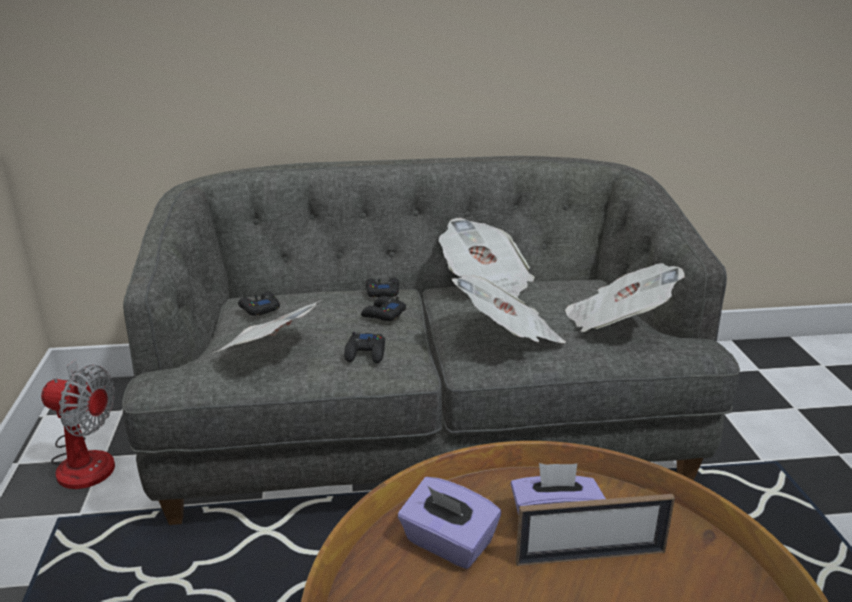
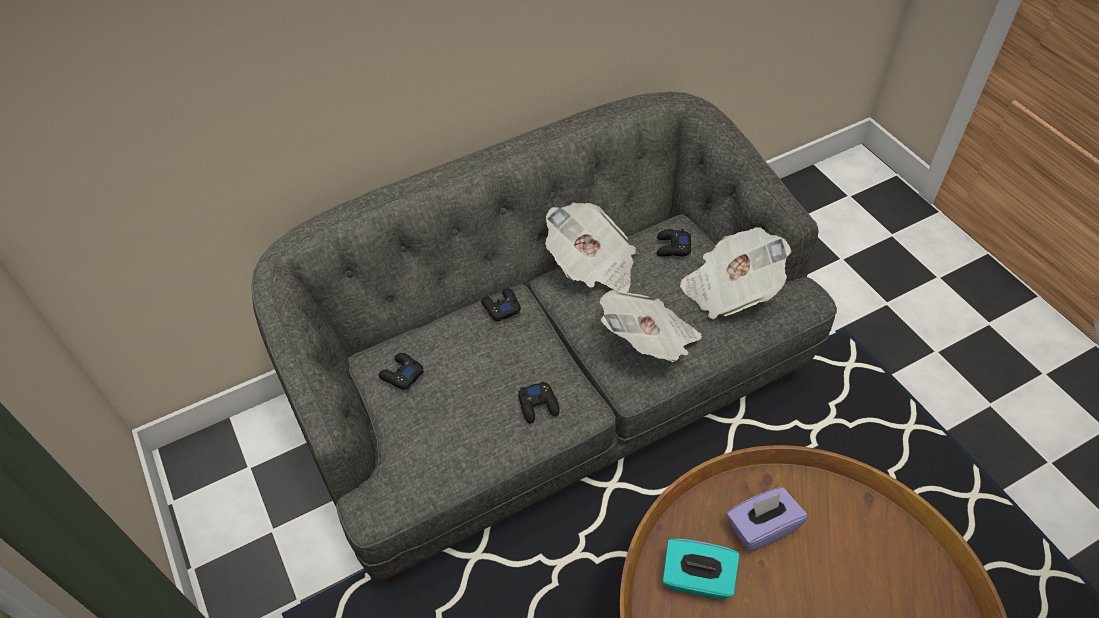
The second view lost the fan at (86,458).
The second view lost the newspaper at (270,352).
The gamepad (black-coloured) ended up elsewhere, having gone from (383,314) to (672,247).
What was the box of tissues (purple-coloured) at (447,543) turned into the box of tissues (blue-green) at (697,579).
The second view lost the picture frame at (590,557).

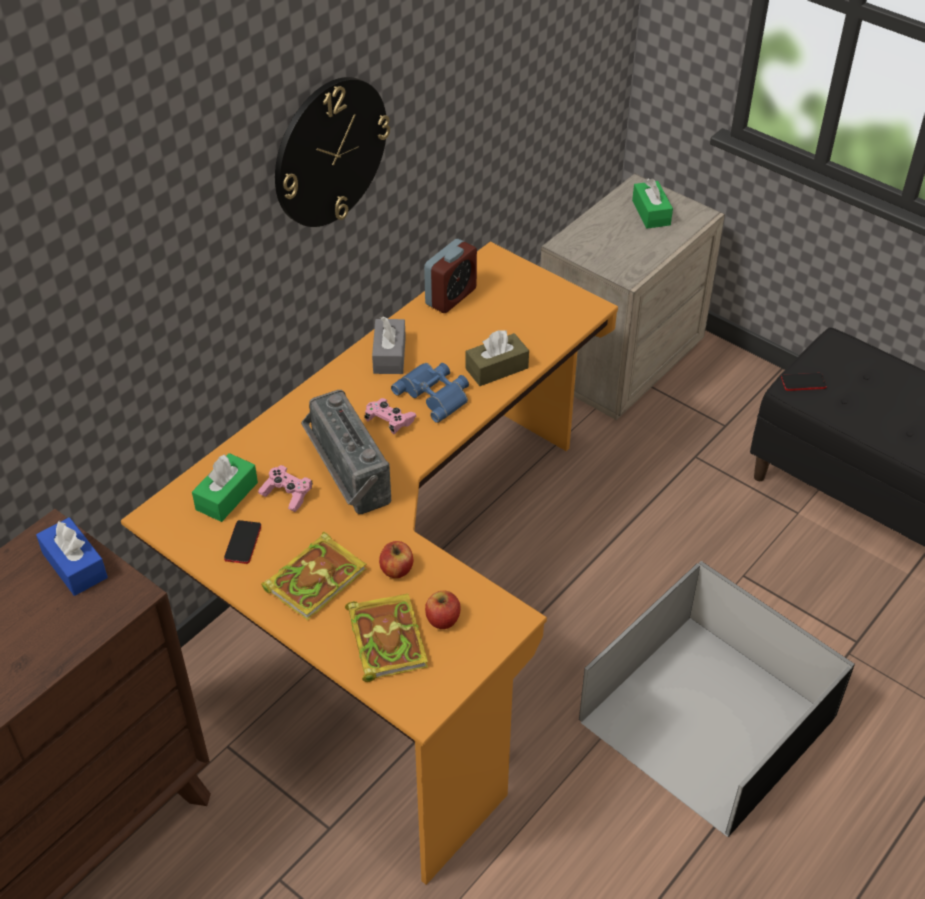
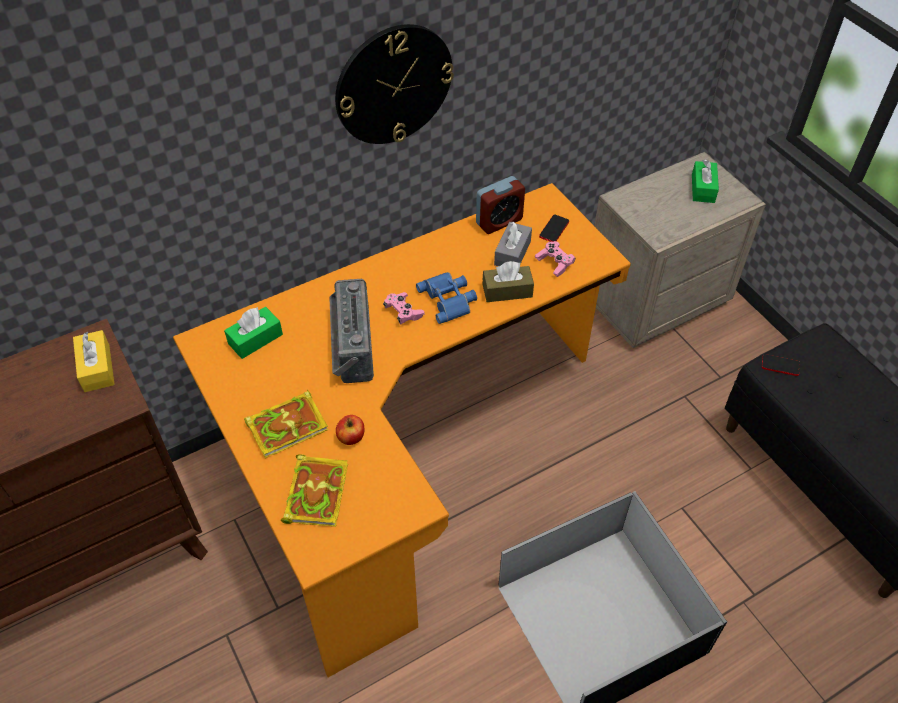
What was the box of tissues (blue) at (75,565) turned into the box of tissues (yellow-coloured) at (97,368).
The handset ended up elsewhere, having gone from (243,543) to (554,229).
The gamepad (pink-coloured) ended up elsewhere, having gone from (287,494) to (555,263).
The box of tissues (gray) ended up elsewhere, having gone from (389,355) to (512,253).
The second view lost the apple at (442,619).

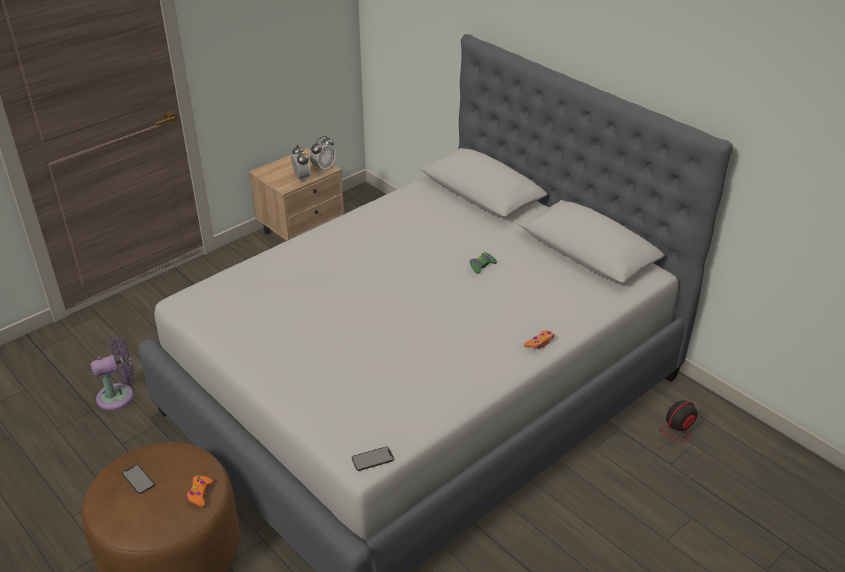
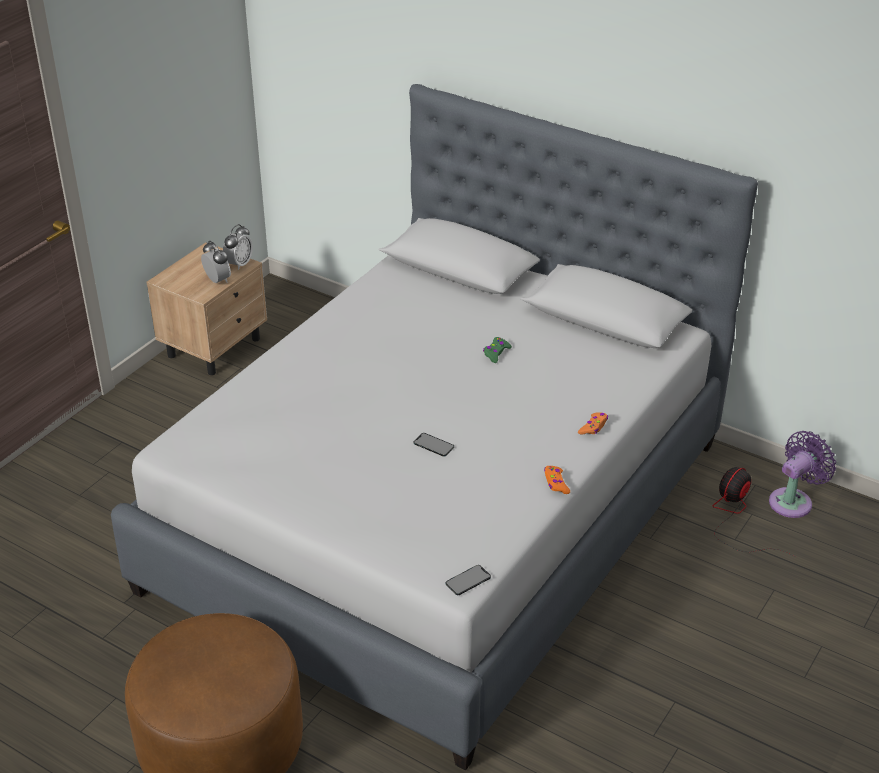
The fan (purple-coloured) ended up elsewhere, having gone from (119,396) to (793,501).
The handset ended up elsewhere, having gone from (138,479) to (433,445).
The gamepad (orangey) ended up elsewhere, having gone from (199,493) to (556,483).

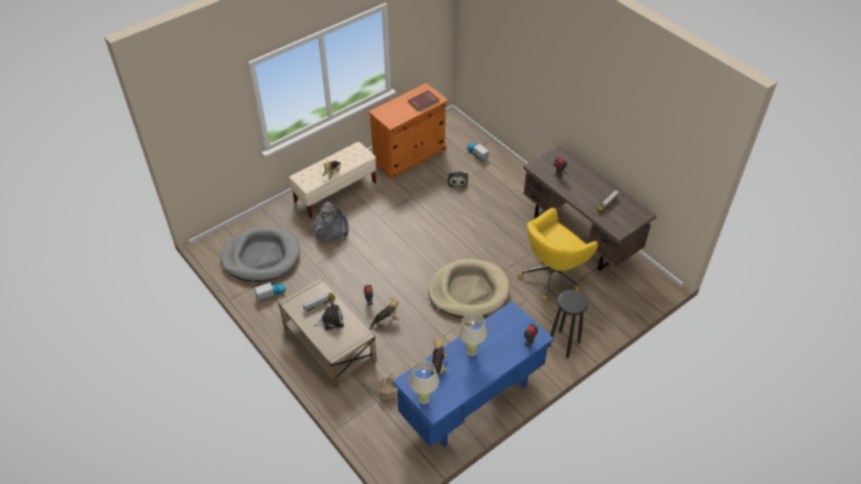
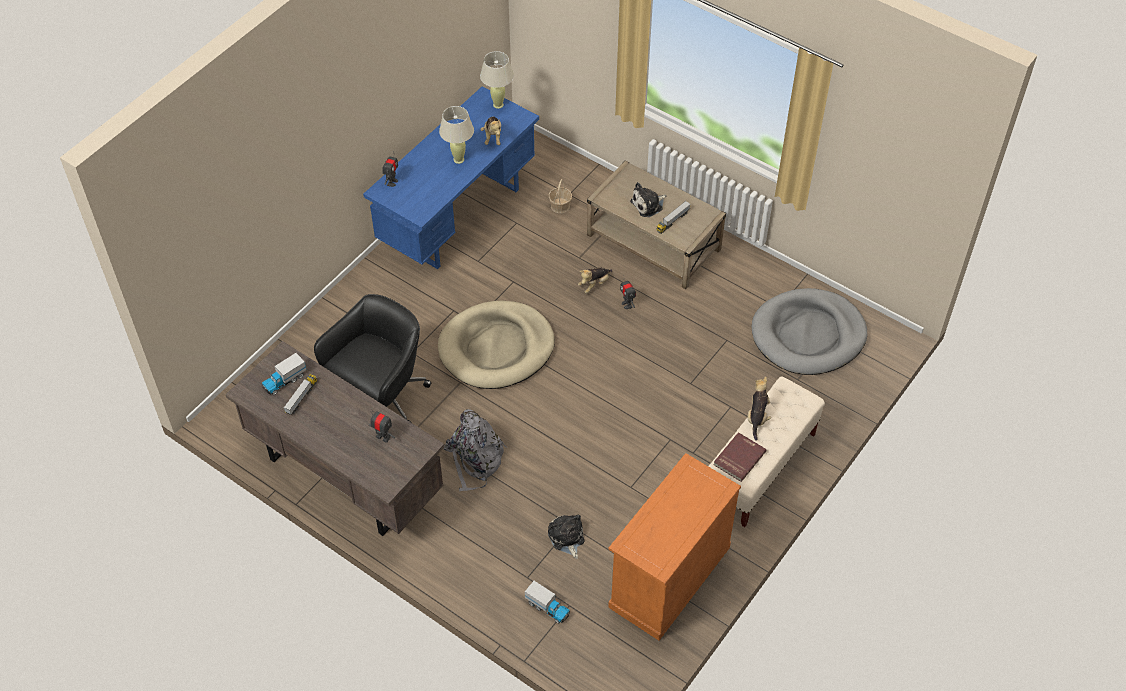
The toy truck ended up elsewhere, having gone from (271,294) to (284,381).
The rucksack (gray) ended up elsewhere, having gone from (332,229) to (475,460).
The bound book (reddish) ended up elsewhere, having gone from (424,102) to (738,458).
What was the computer chair (yellow-coloured) at (552,275) turned into the computer chair (black-coloured) at (381,398).
The second view lost the sitting stool (black-coloured) at (564,343).

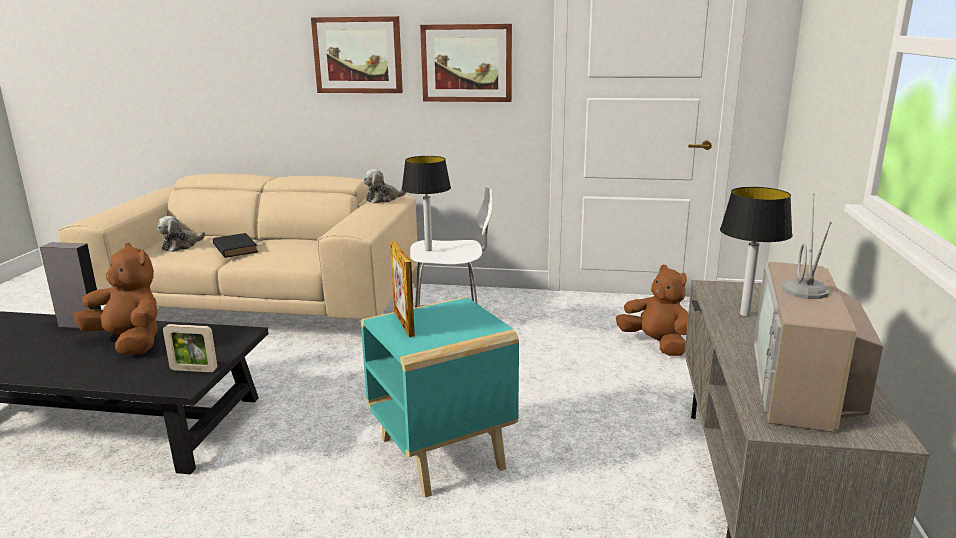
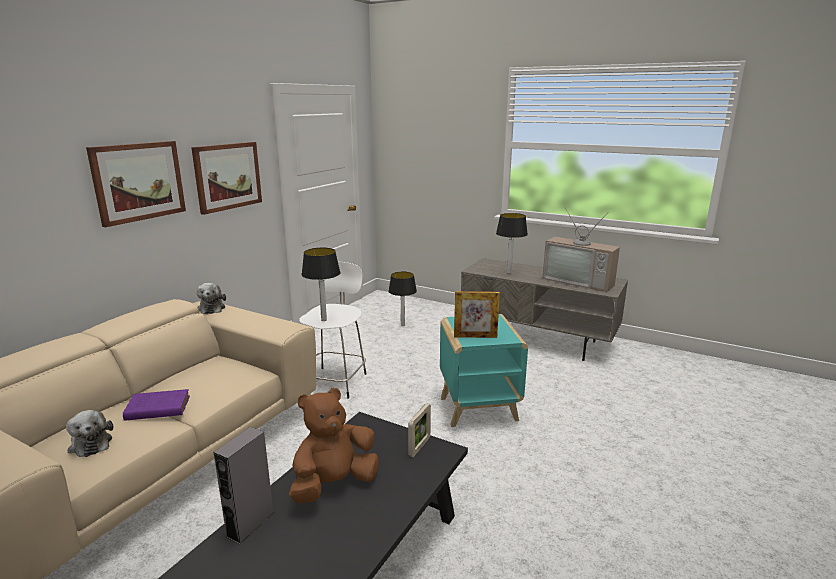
What was the bound book (black-coloured) at (235,248) turned into the bound book (purple-coloured) at (156,408).
Where the soft toy (brown) stood at (656,344), the table lamp came to stand at (403,325).

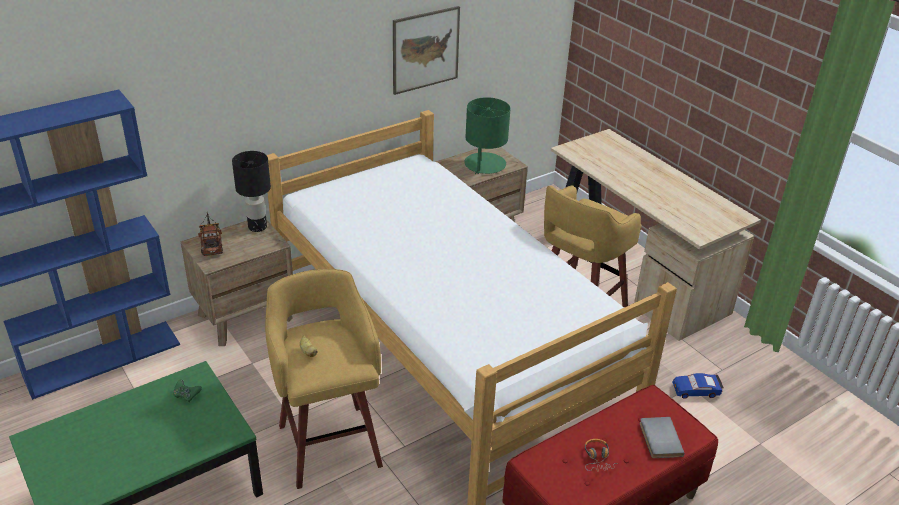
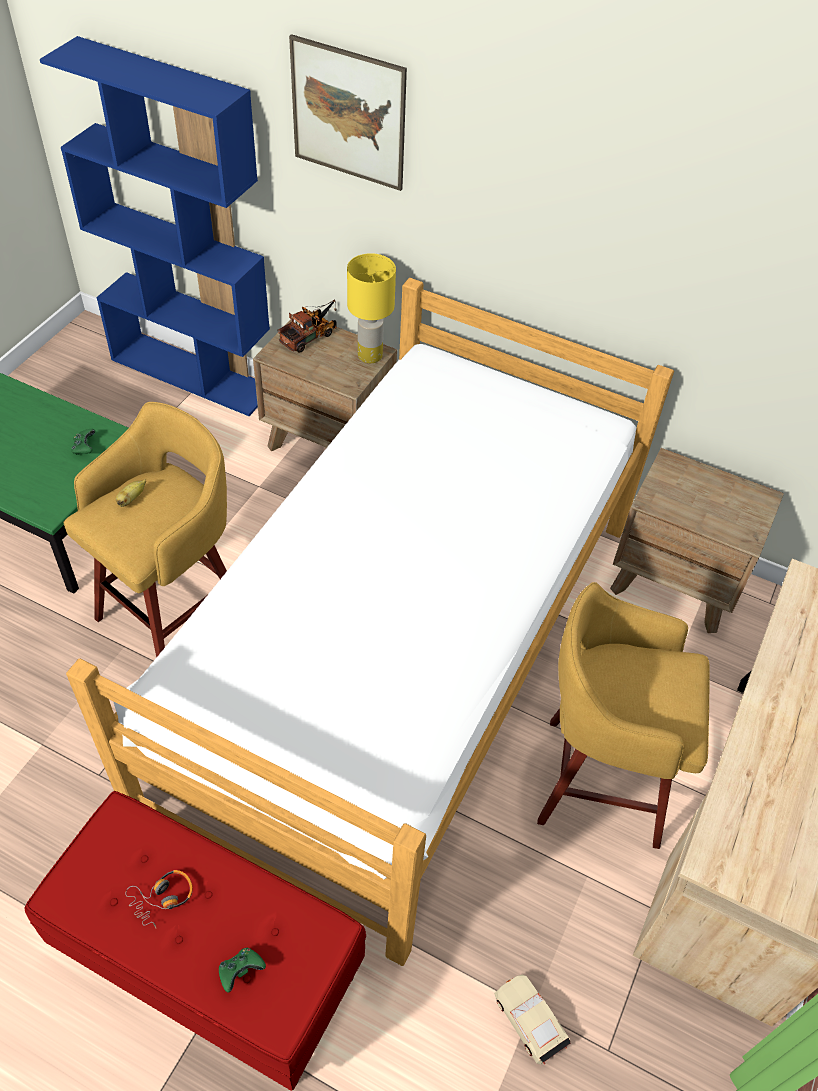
What was the table lamp (black-coloured) at (257,227) turned into the table lamp (yellow-coloured) at (369,355).
The wall picture ended up elsewhere, having gone from (425,50) to (348,114).
The second view lost the table lamp (green-coloured) at (484,164).
Where the bound book (gray) stood at (659,439), the gamepad (green-coloured) came to stand at (241,971).
What was the toy car (blue) at (696,390) turned into the toy car (sand-coloured) at (530,1020).

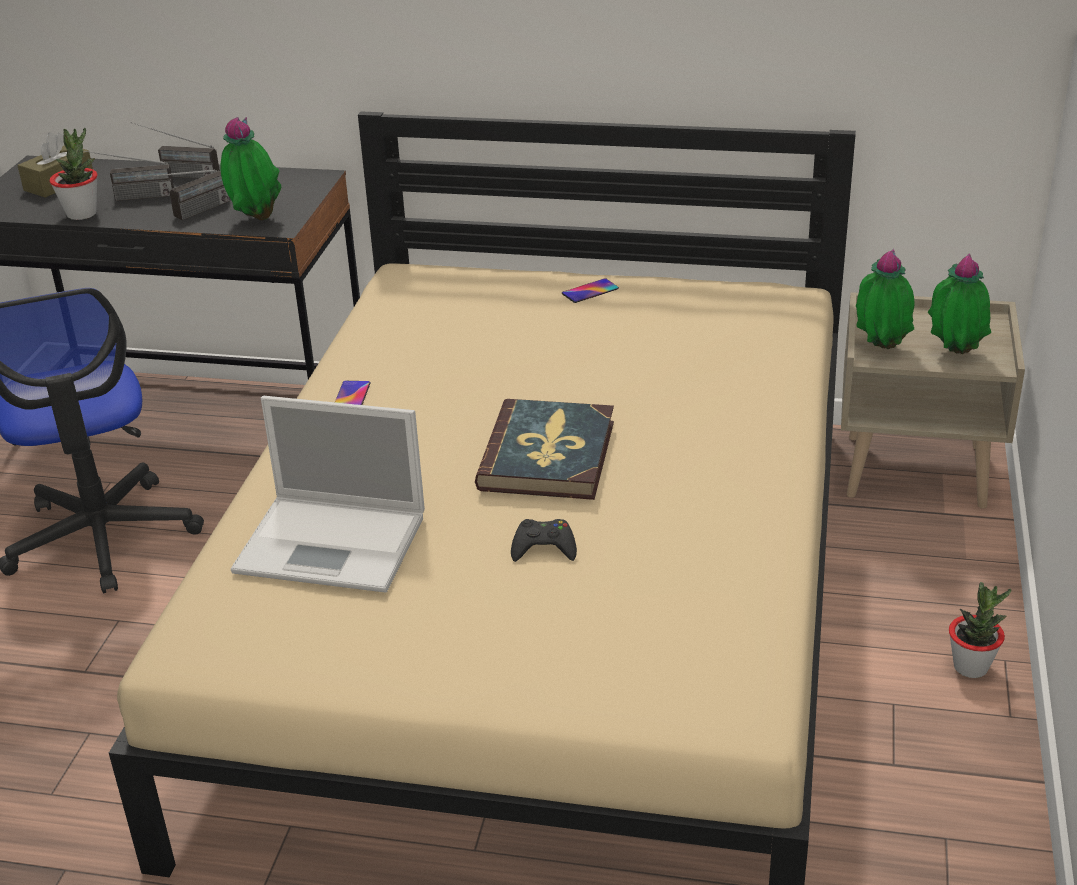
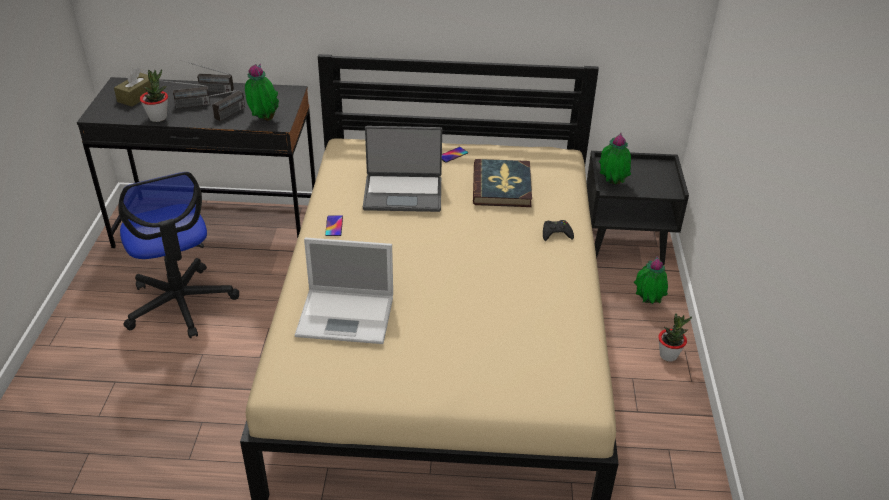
The bound book ended up elsewhere, having gone from (548,455) to (502,186).
The gamepad (black-coloured) ended up elsewhere, having gone from (544,547) to (556,233).
What was the bedside table (sand-coloured) at (917,470) turned into the bedside table (black-coloured) at (625,244).
The potted plant ended up elsewhere, having gone from (953,354) to (647,303).
The second view gained the laptop at (403,193).

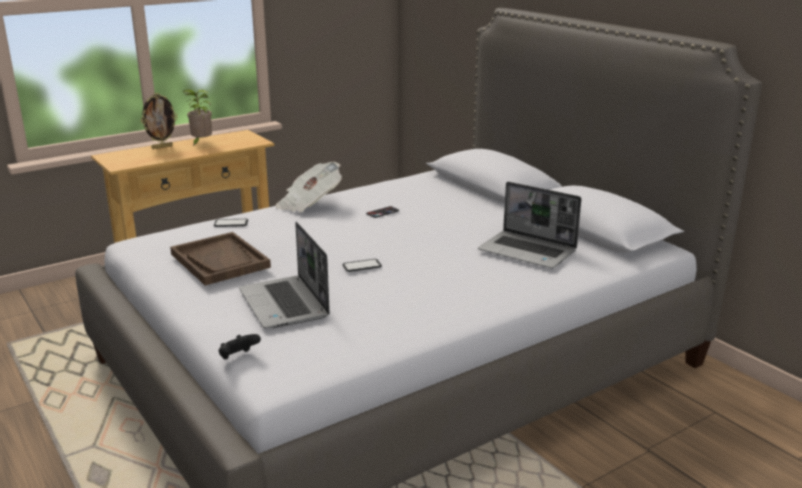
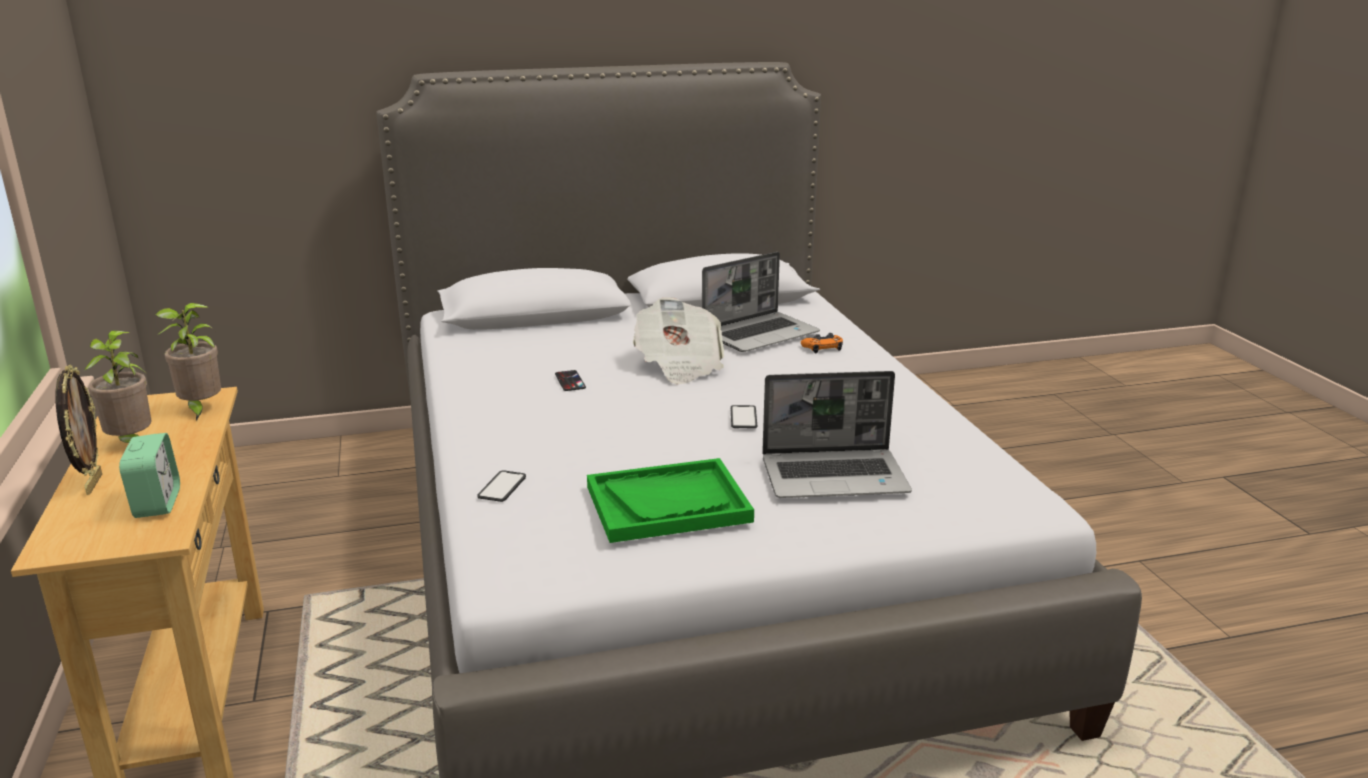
What was the carrying tray (brown) at (220,261) turned into the carrying tray (green-coloured) at (668,504).
The second view lost the gamepad (black-coloured) at (238,357).
The newspaper ended up elsewhere, having gone from (309,204) to (679,365).
The second view gained the table clock at (157,503).
The second view gained the potted plant at (200,410).
The second view gained the gamepad (orangey) at (822,347).

